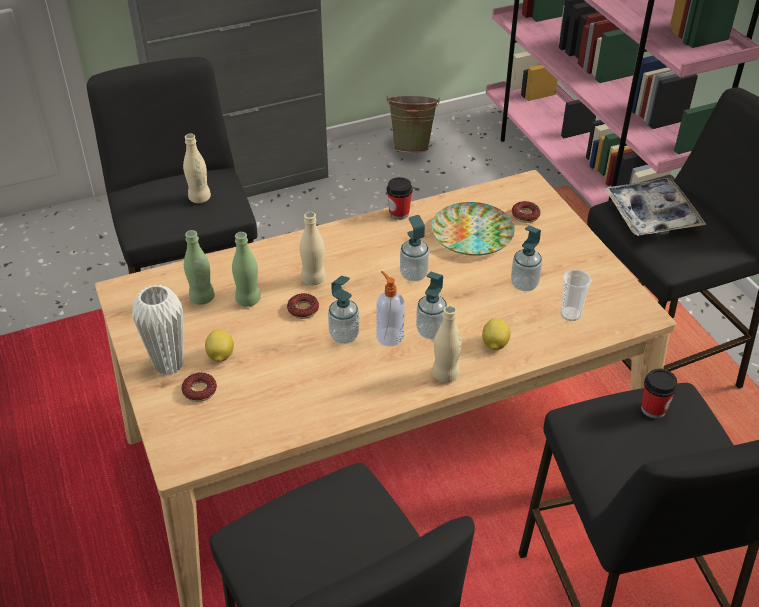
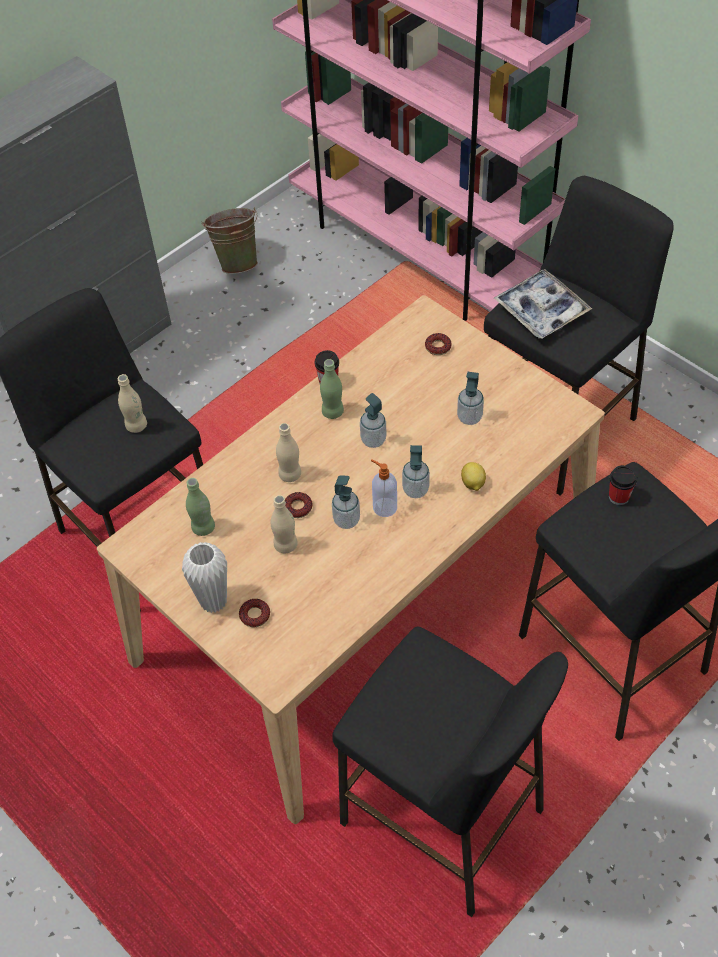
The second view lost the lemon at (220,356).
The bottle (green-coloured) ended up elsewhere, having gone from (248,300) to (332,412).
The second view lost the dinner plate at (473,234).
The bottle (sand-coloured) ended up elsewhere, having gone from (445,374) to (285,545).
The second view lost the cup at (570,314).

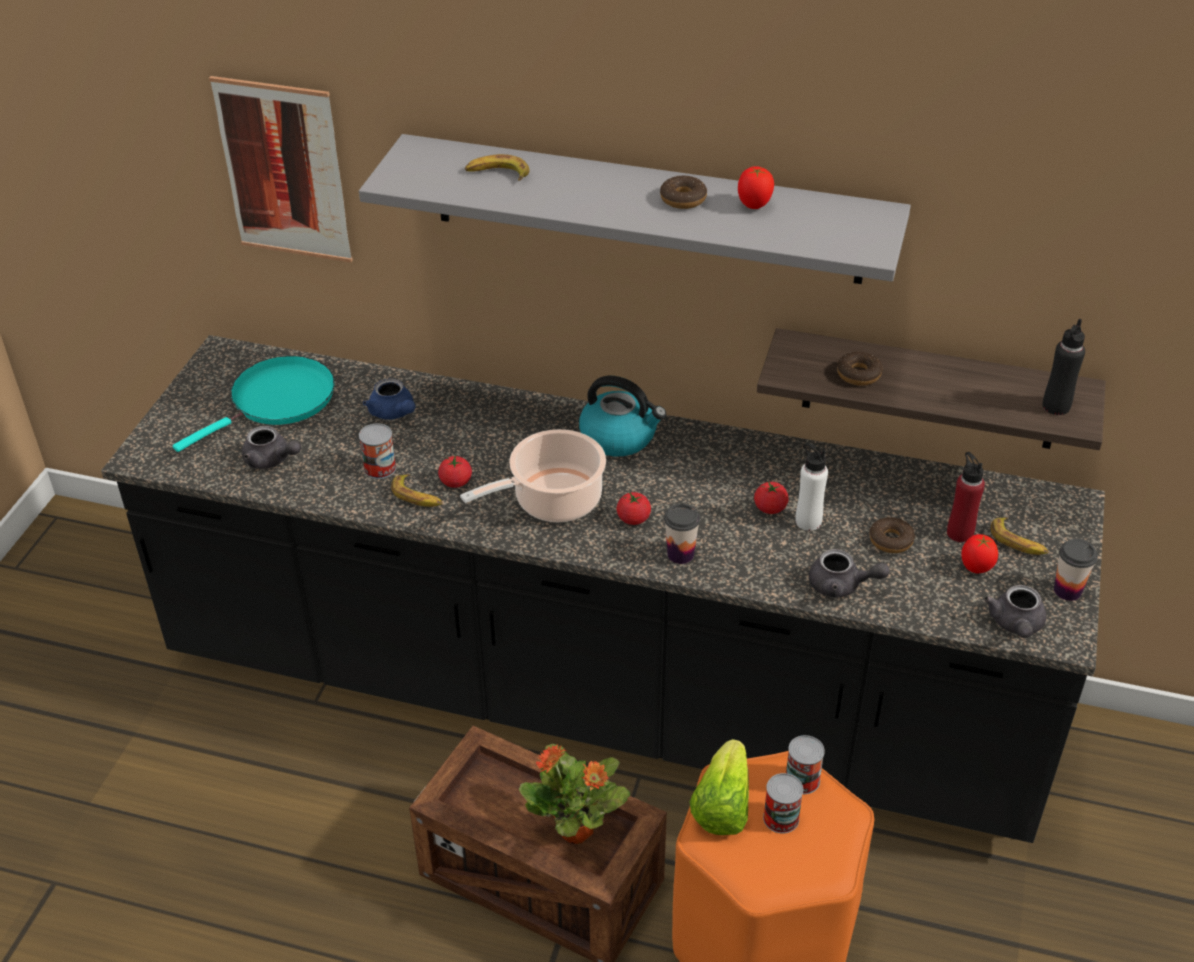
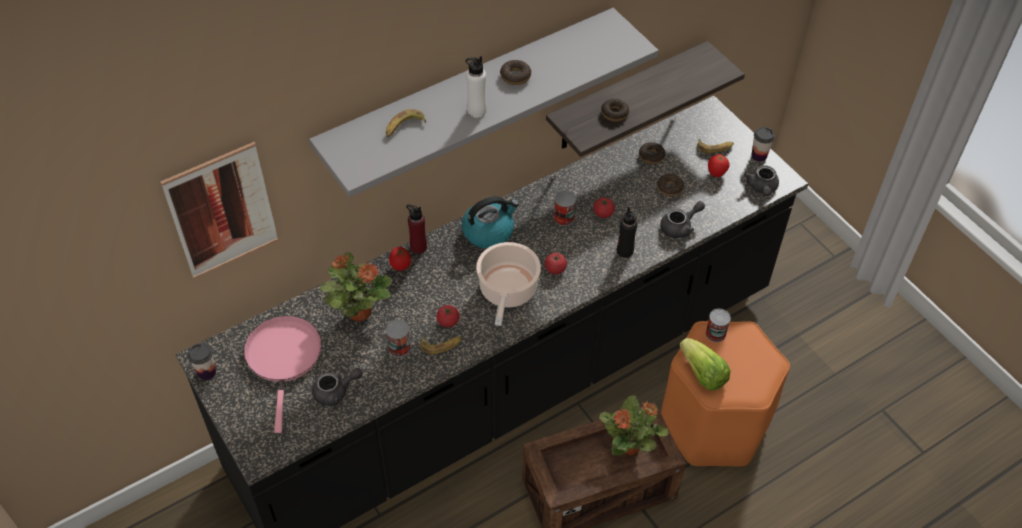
What was the pan (blue-green) at (278,401) turned into the pan (pink-coloured) at (284,358).
Where the pot for tea (blue) stood at (394,413), the potted plant came to stand at (359,311).
The cup ended up elsewhere, having gone from (680,554) to (207,372).
The tomato ended up elsewhere, having gone from (754,206) to (400,267).
The sealed can ended up elsewhere, having gone from (781,818) to (564,217).
The bottle (white) ended up elsewhere, having gone from (808,521) to (476,111).
The bottle (reddish) ended up elsewhere, having gone from (960,533) to (418,247).
The pot for tea (gray) at (1016,625) ended up facing another way, 45 degrees clockwise from before.
The bottle (black-coloured) ended up elsewhere, having gone from (1056,406) to (625,251).
The second view gained the ring doughnut at (651,156).

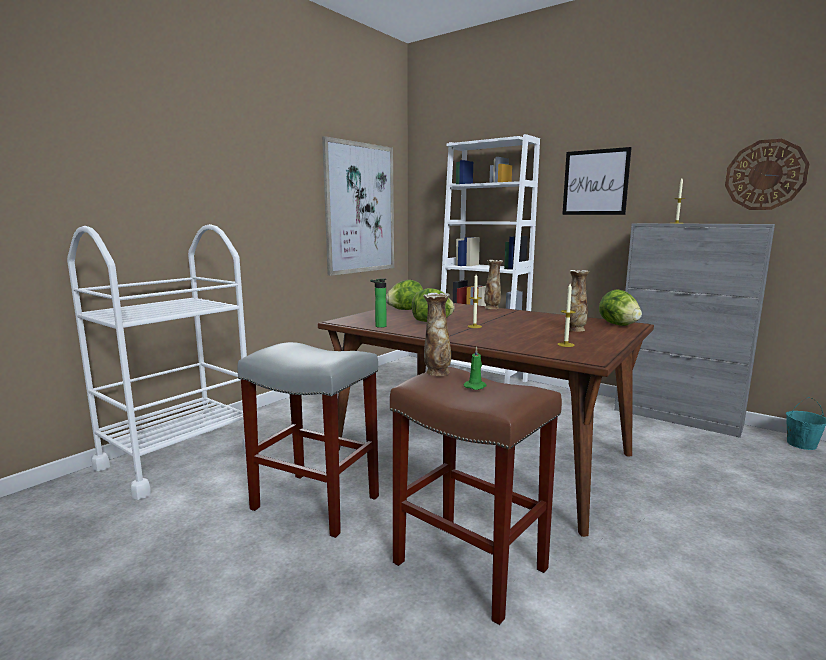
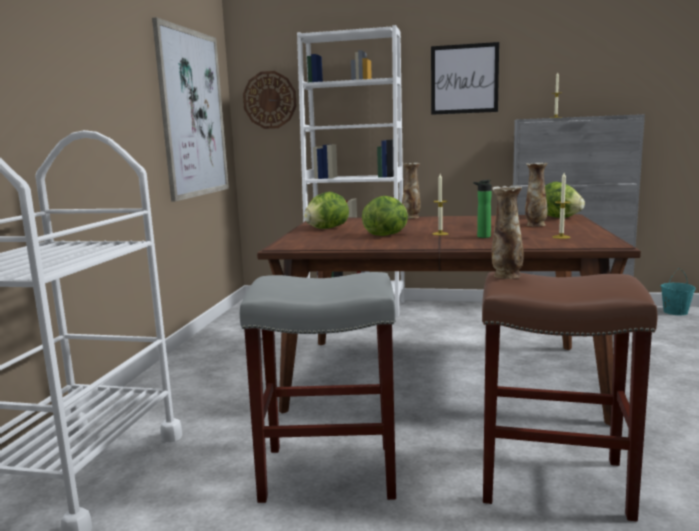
The bottle ended up elsewhere, having gone from (379,326) to (482,237).
The second view lost the wax candle (green-coloured) at (475,386).
The clock on the wall ended up elsewhere, having gone from (765,175) to (269,100).

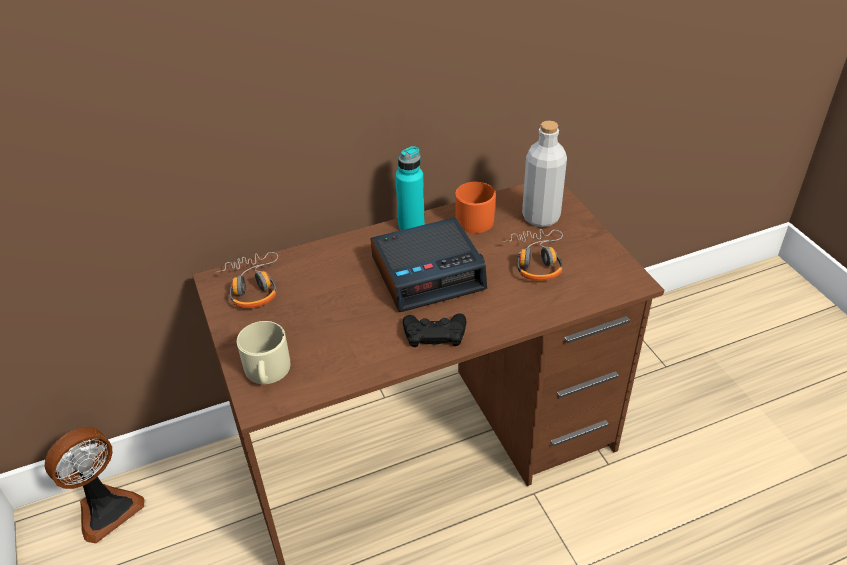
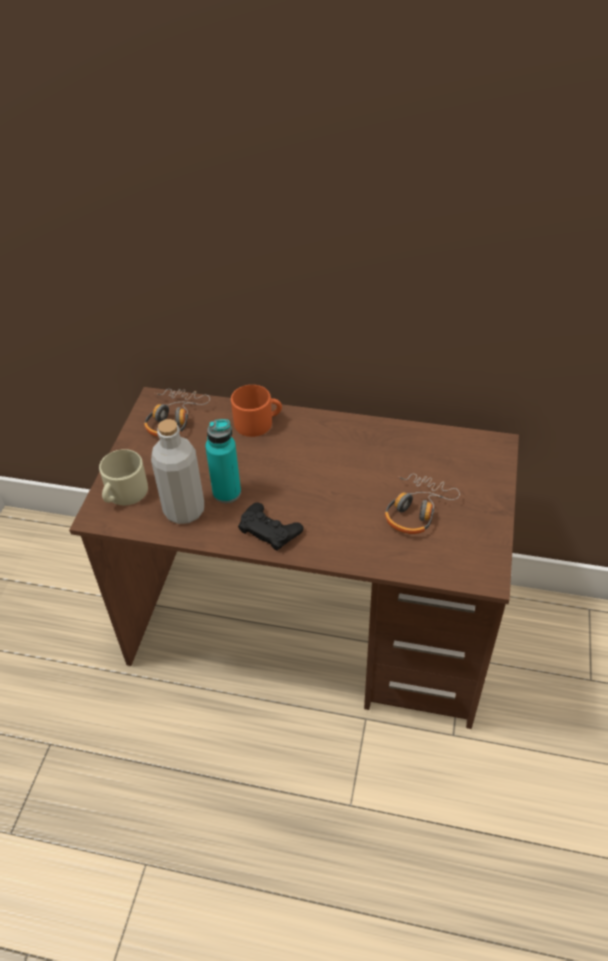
The second view lost the fan at (106,508).
The second view lost the table clock at (429,273).
The bottle (blue-green) ended up elsewhere, having gone from (411,226) to (227,492).
The coffee mug (orangey) ended up elsewhere, having gone from (478,218) to (258,422).
The bottle (gray) ended up elsewhere, having gone from (541,217) to (184,510).

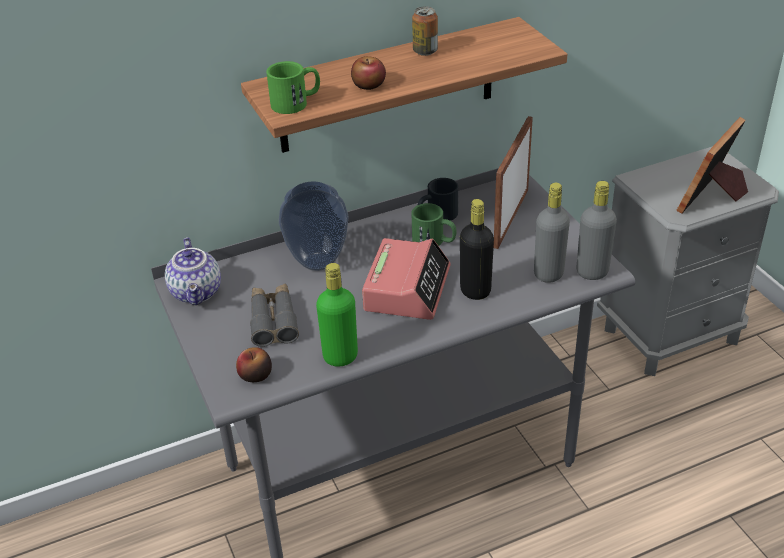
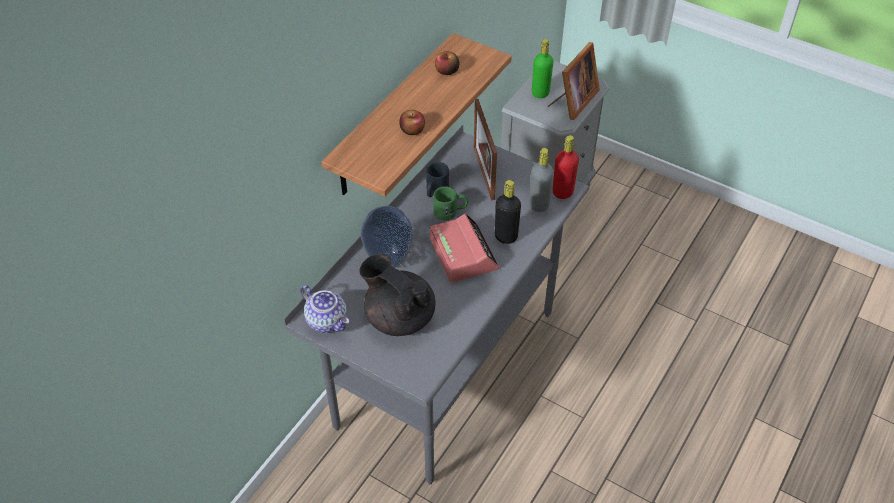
The apple ended up elsewhere, having gone from (255,375) to (447,71).
Where the field glasses (gray) stood at (273,320), the pot for tea (black-coloured) came to stand at (399,317).
The second view lost the coffee mug (green-coloured) at (296,102).
The bottle (green-coloured) ended up elsewhere, having gone from (340,356) to (540,93).
The second view lost the sealed can at (425,51).
What was the bottle (gray) at (592,272) turned into the bottle (reddish) at (562,192).
The picture frame at (712,198) ended up facing another way, 150 degrees counterclockwise from before.

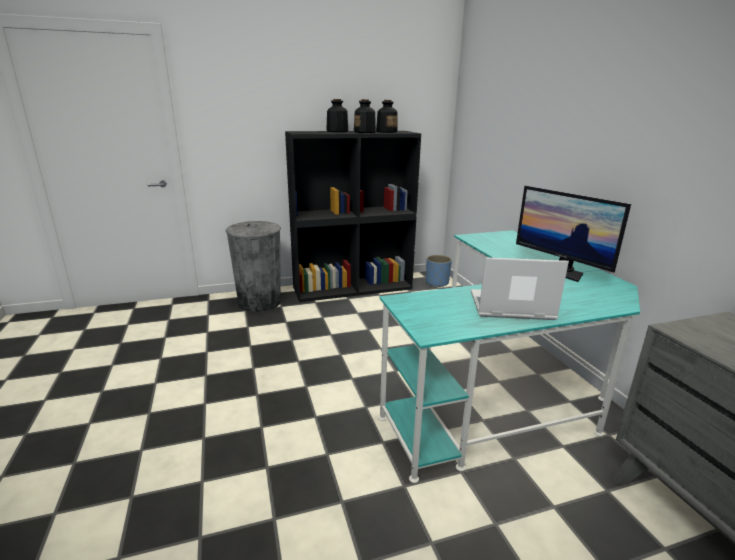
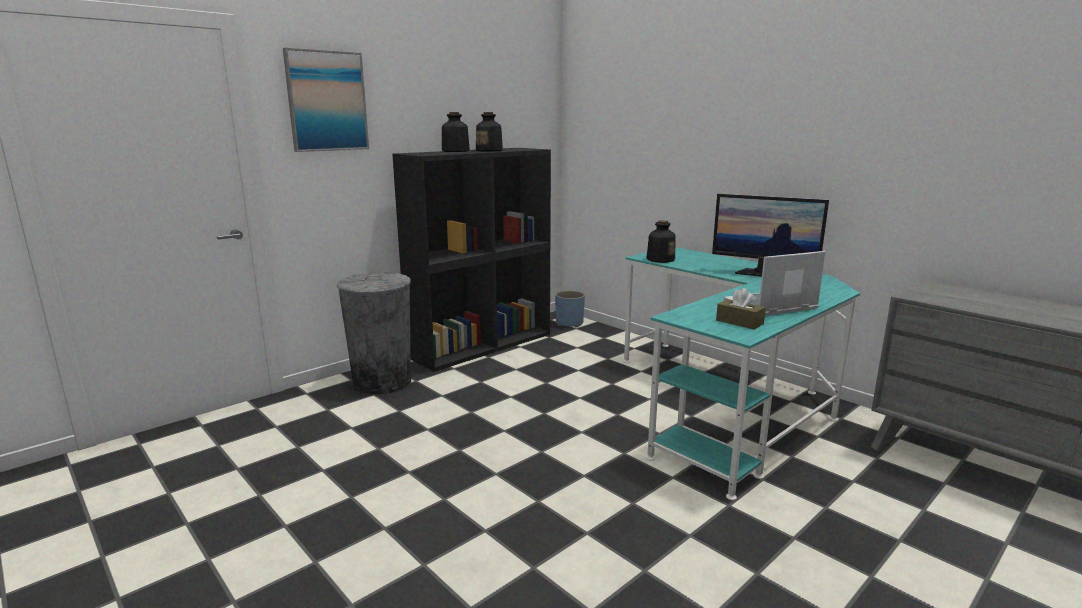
The bottle ended up elsewhere, having gone from (386,131) to (660,259).
The second view gained the wall picture at (327,101).
The second view gained the box of tissues (brown) at (739,322).

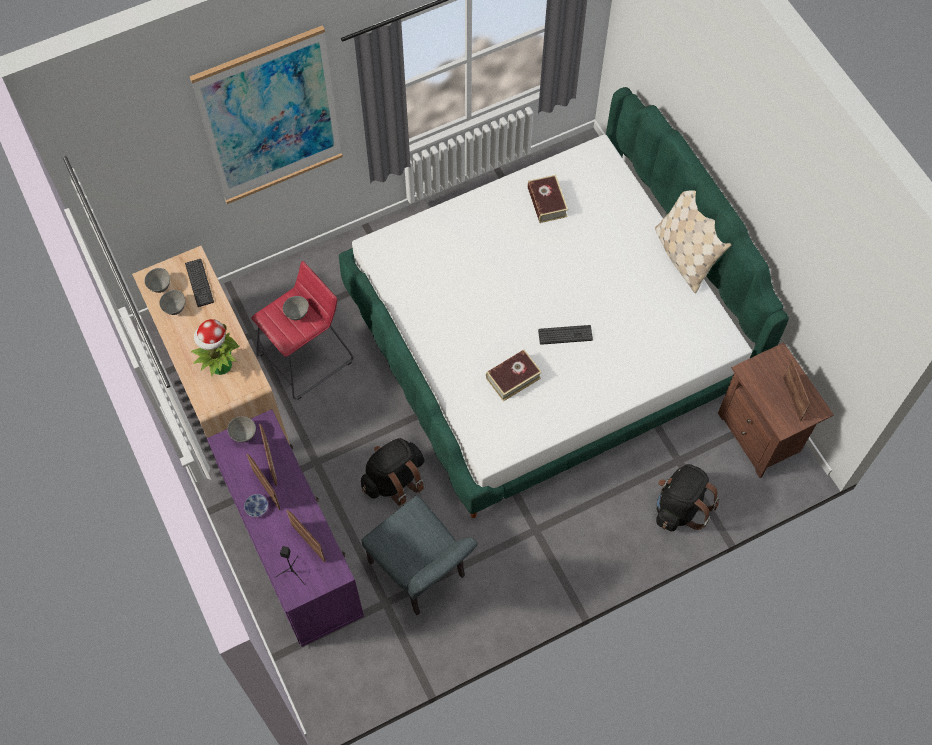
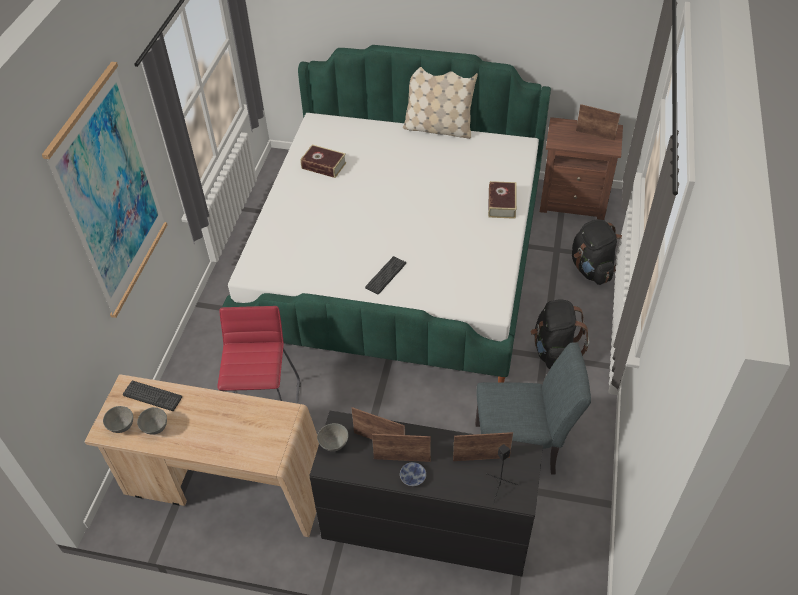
The second view lost the potted plant at (220,365).
What was the drawer chest (purple-coloured) at (294,549) turned into the drawer chest (black-coloured) at (425,526).
The second view lost the serving bowl (gray) at (297,314).
The rucksack (black-coloured) ended up elsewhere, having gone from (394,480) to (554,350).
The bound book ended up elsewhere, having gone from (513,378) to (501,204).
The keyboard ended up elsewhere, having gone from (565,335) to (386,275).

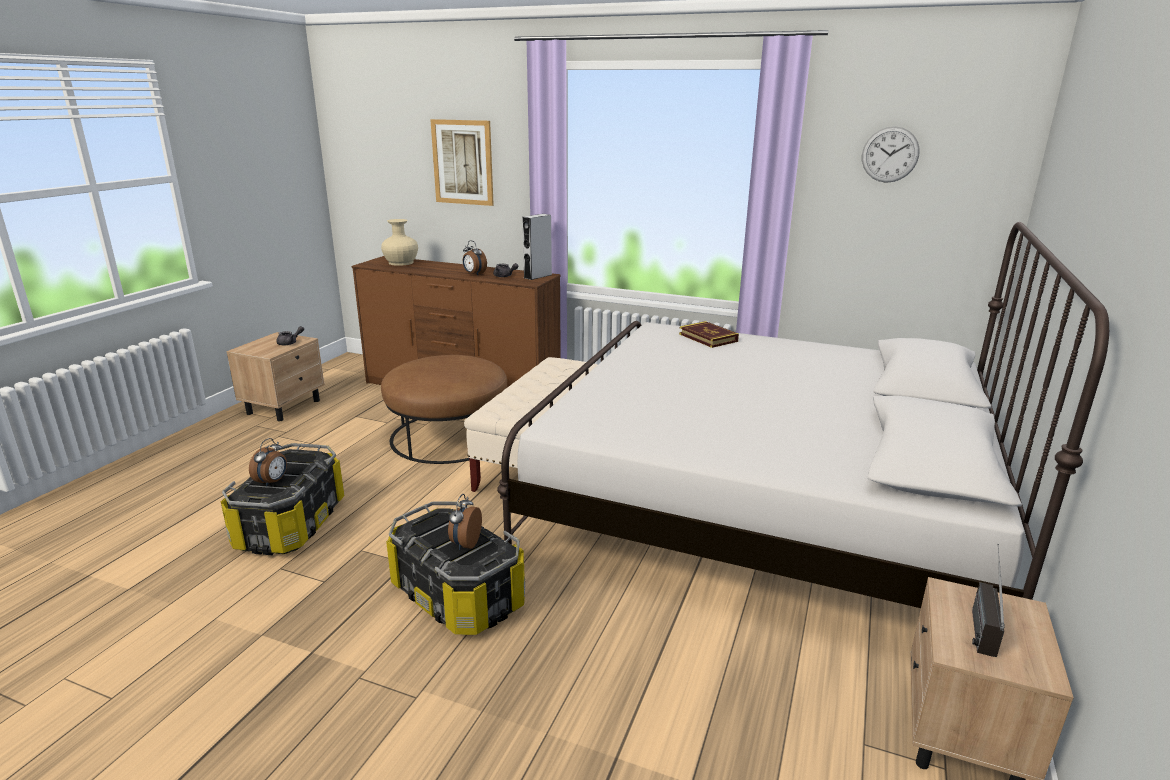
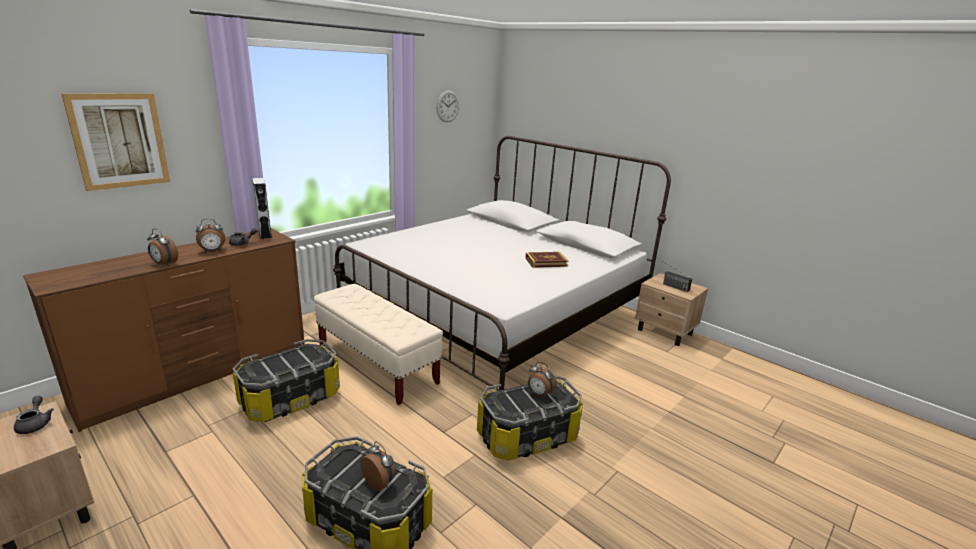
The second view lost the vase (sand-coloured) at (401,262).
Where the pouffe (brown) stood at (449,436), the storage box came to stand at (290,399).
The bound book ended up elsewhere, having gone from (708,338) to (546,262).
The second view gained the table clock at (164,264).

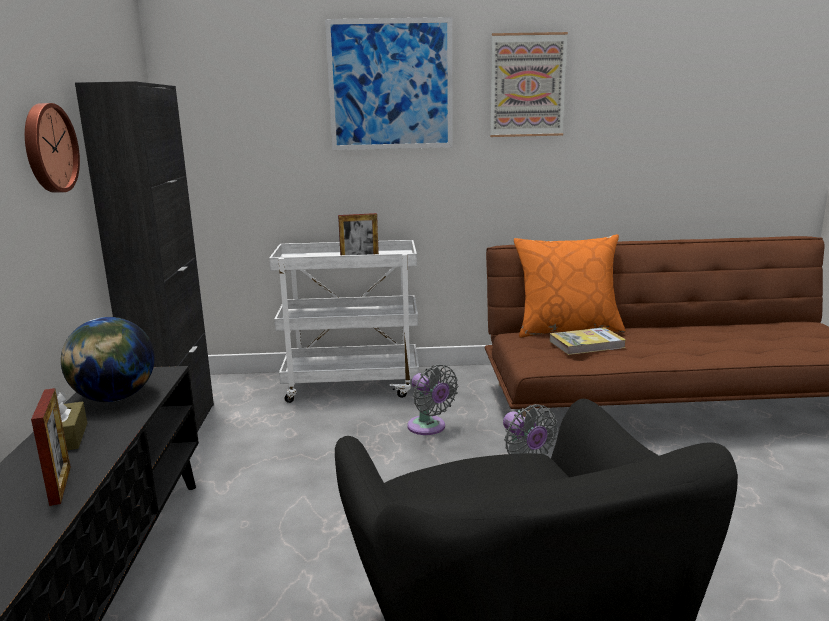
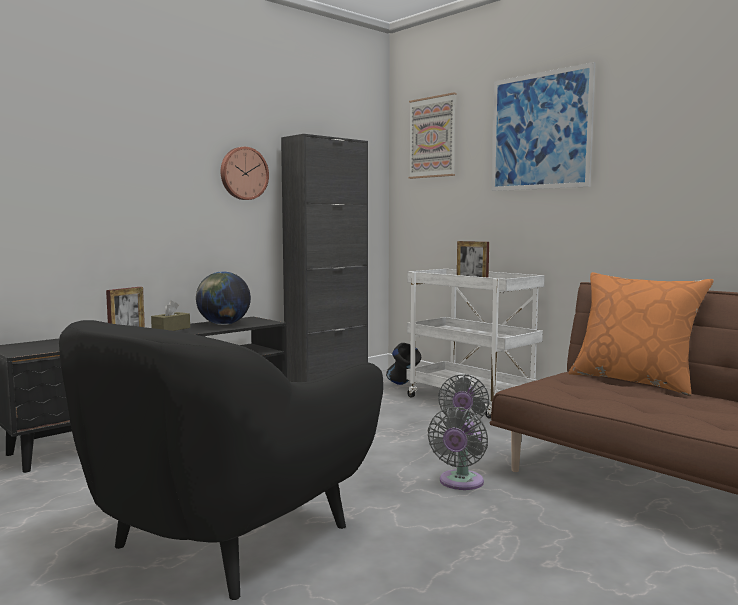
The wall picture ended up elsewhere, having gone from (527,85) to (432,137).
The second view lost the bound book at (586,344).
The second view gained the vase (black-coloured) at (403,385).

